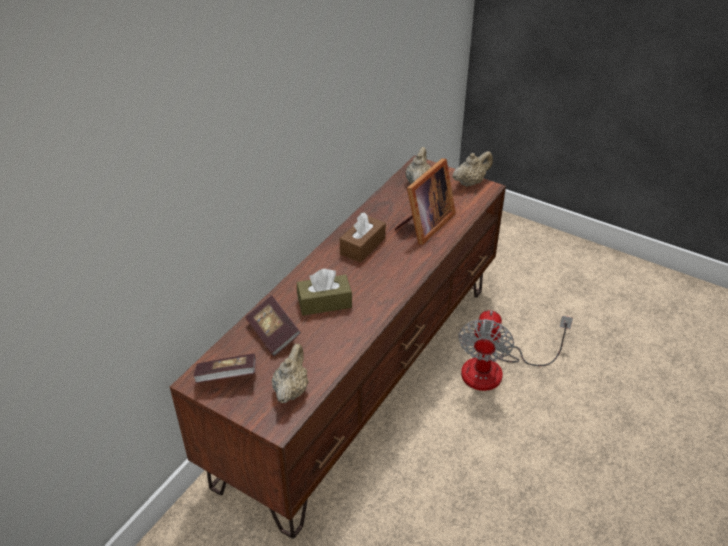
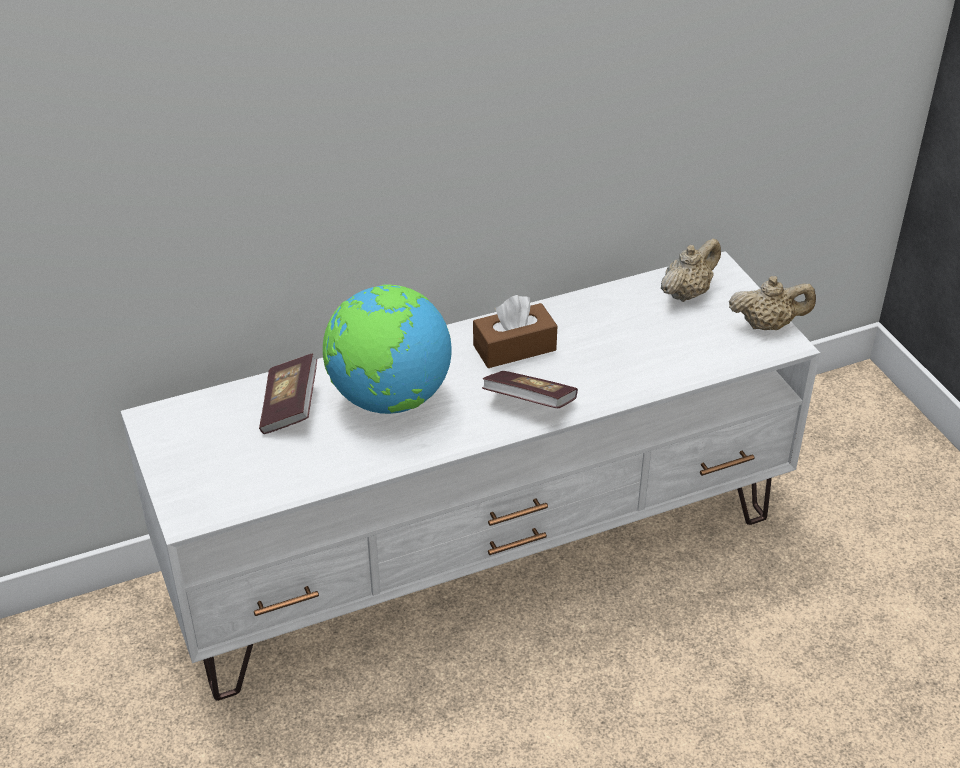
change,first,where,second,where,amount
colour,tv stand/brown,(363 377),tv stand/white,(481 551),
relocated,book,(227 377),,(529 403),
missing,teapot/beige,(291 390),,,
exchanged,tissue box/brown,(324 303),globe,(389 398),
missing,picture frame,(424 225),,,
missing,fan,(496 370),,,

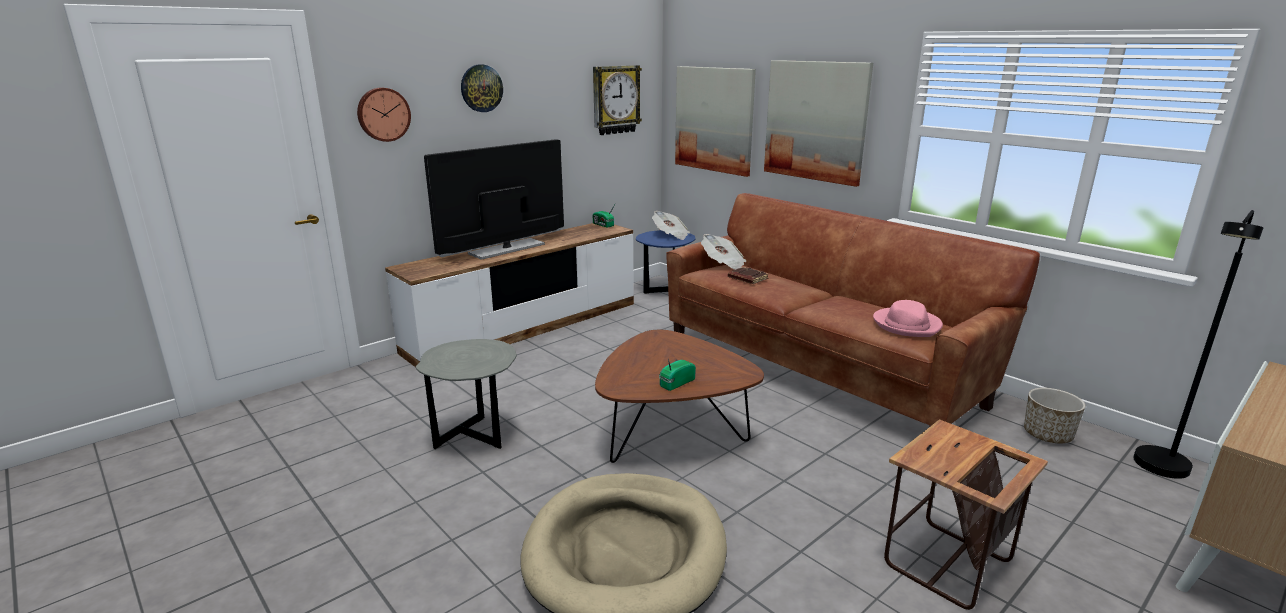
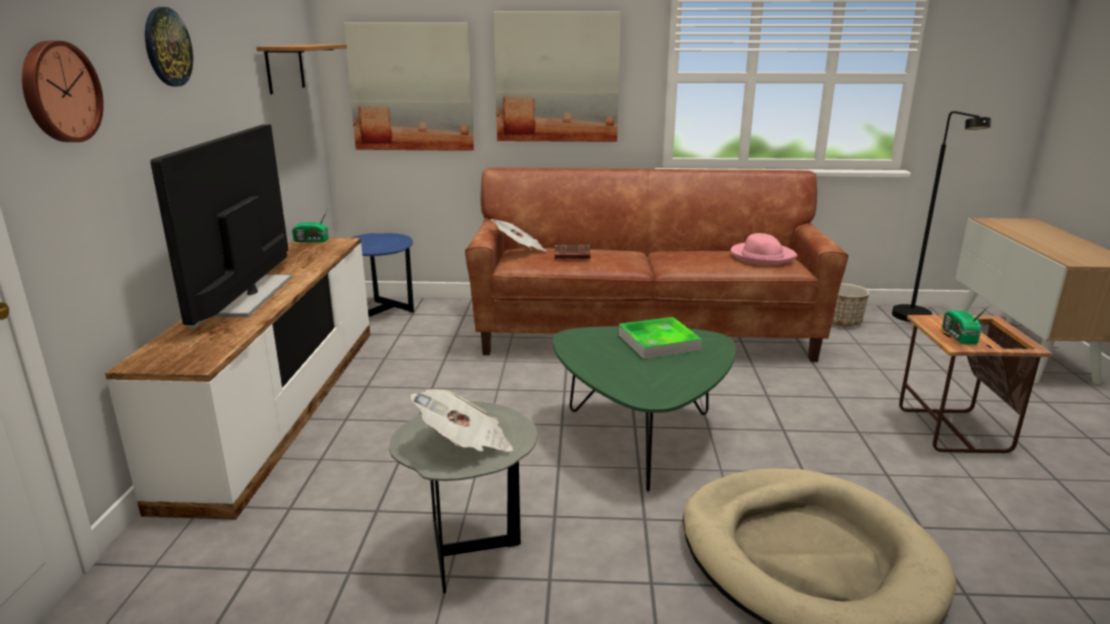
change,first,where,second,where,amount
exchanged,wall clock,(615 100),shelf,(285 68),
colour,coffee table/brown,(671 433),coffee table/green,(641 438),
relocated,newspaper,(671 235),,(465 444),
relocated,radio,(675 383),,(958 337),
appeared,,,tray,(658 342),

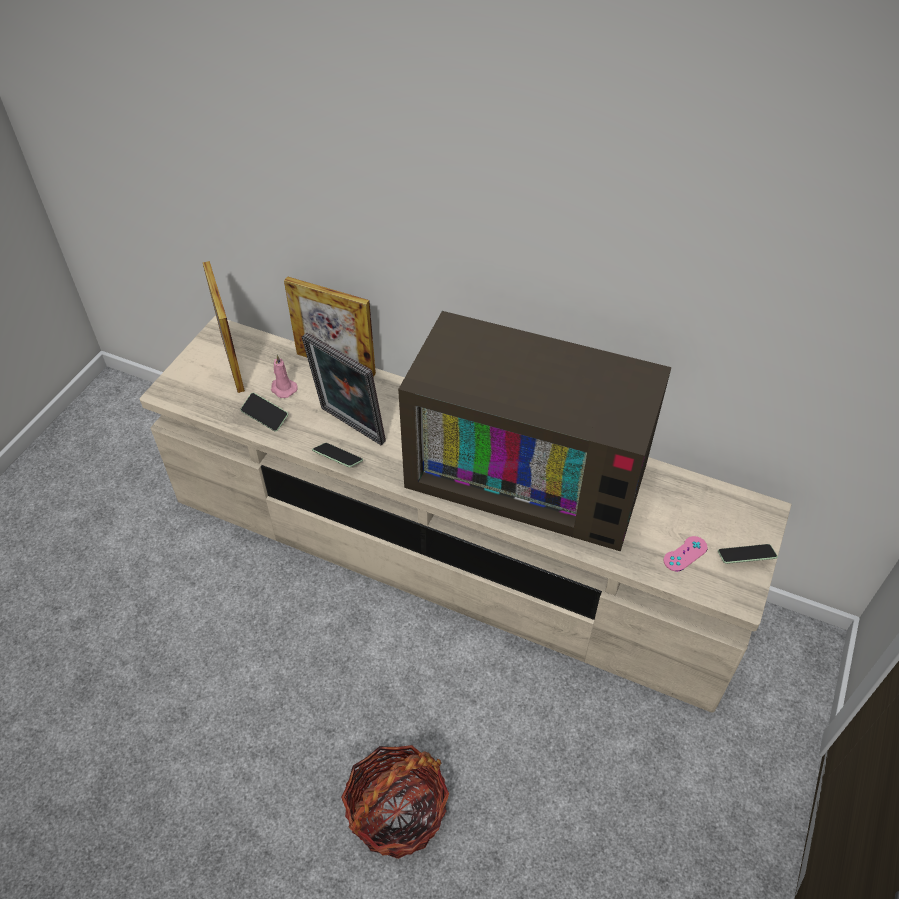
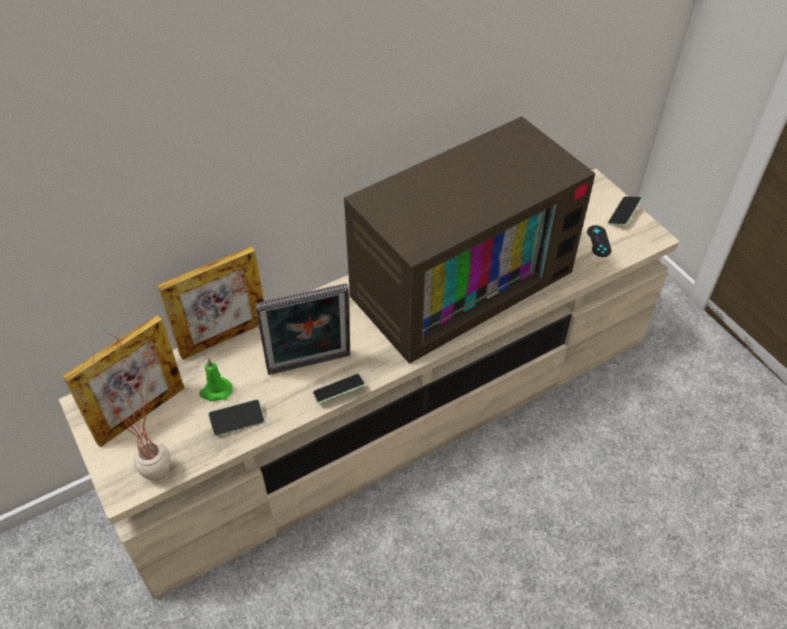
change,first,where,second,where,amount
spun,picture frame,(232 363),,(141 414),60 degrees counterclockwise
colour,candle/pink,(283 388),candle/green,(215 391),
missing,basket,(397 812),,,
colour,game controller/pink,(685 554),game controller/black,(598 241),
appeared,,,potted plant,(164 464),

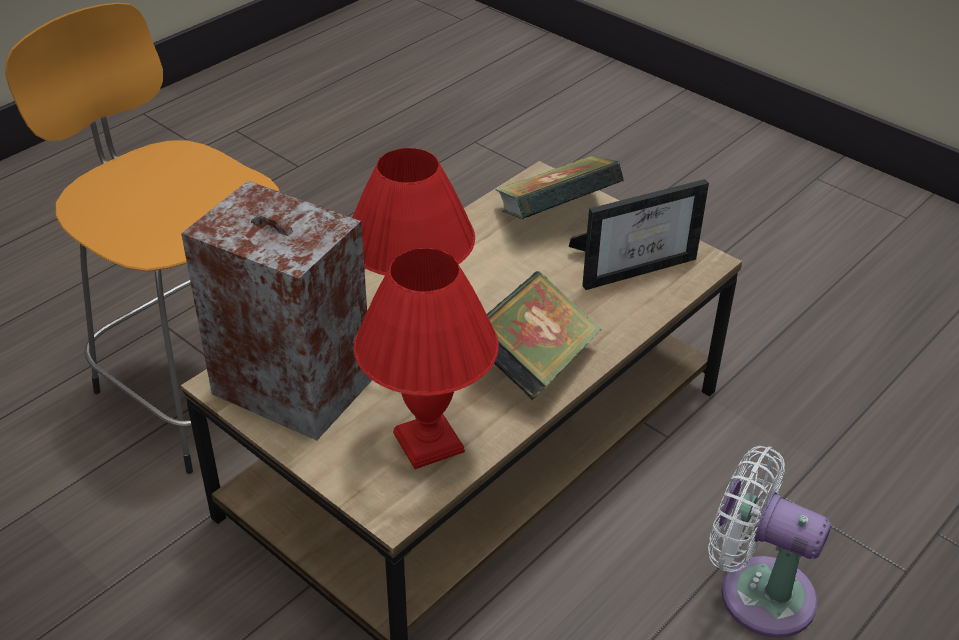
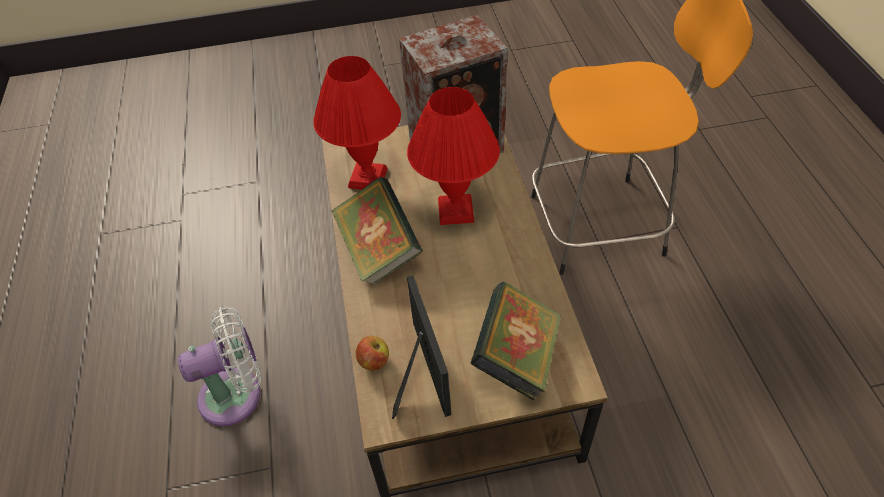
change,first,where,second,where,amount
spun,picture frame,(635 264),,(419 368),150 degrees clockwise
appeared,,,apple,(374 361),

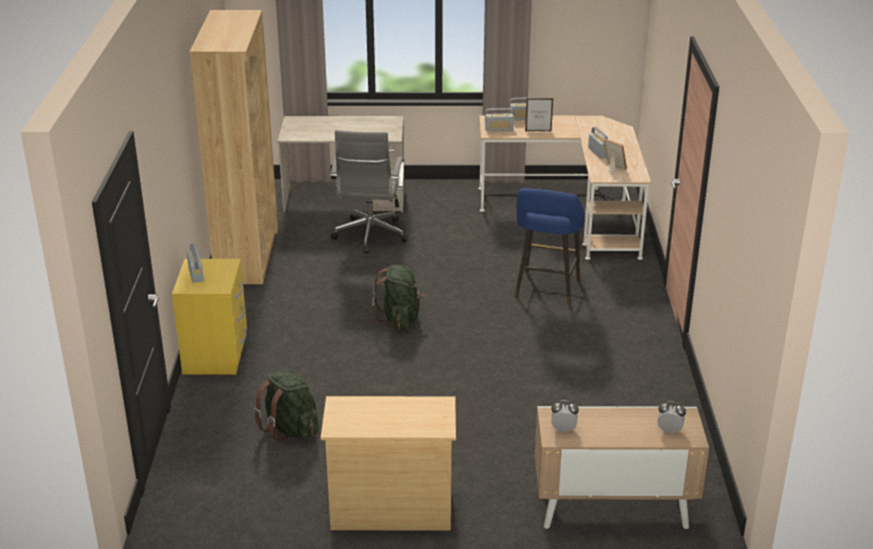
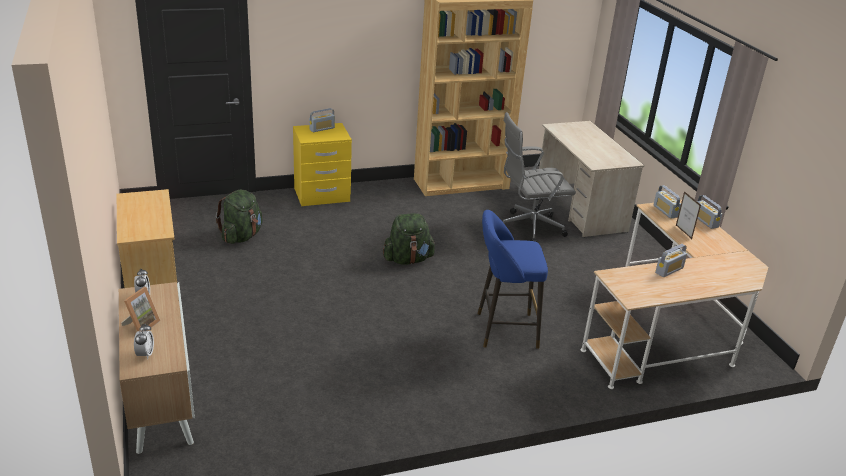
change,first,where,second,where,amount
relocated,picture frame,(612 168),,(141 325),

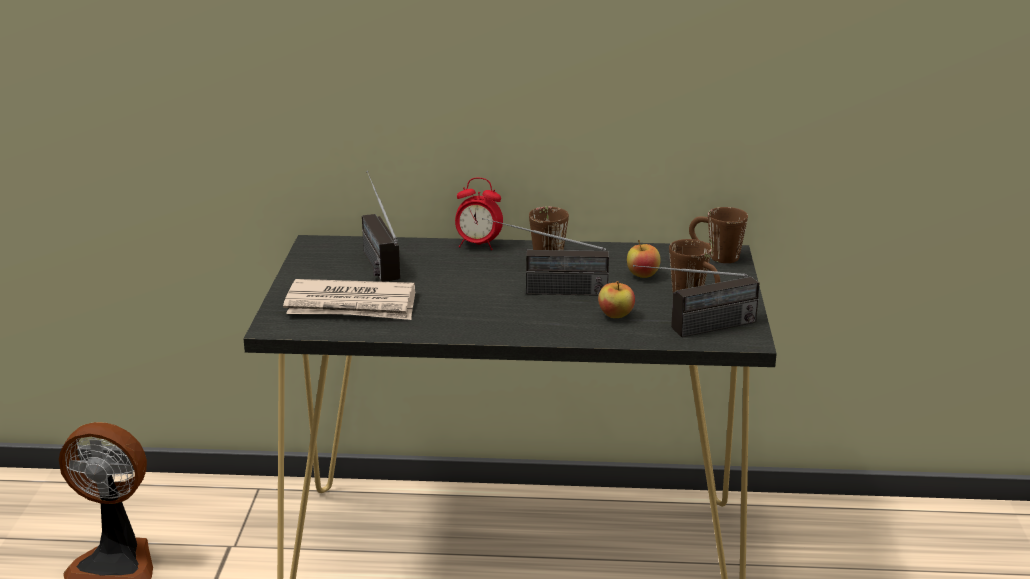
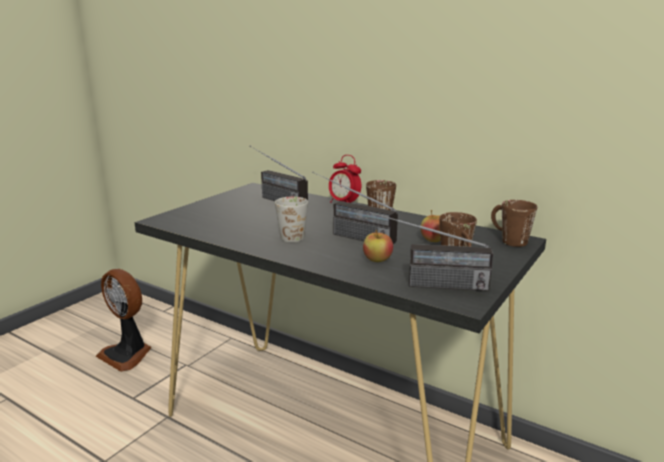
change,first,where,second,where,amount
missing,newspaper,(352 306),,,
spun,radio,(374 257),,(273 198),60 degrees counterclockwise
appeared,,,mug/white,(294 235),

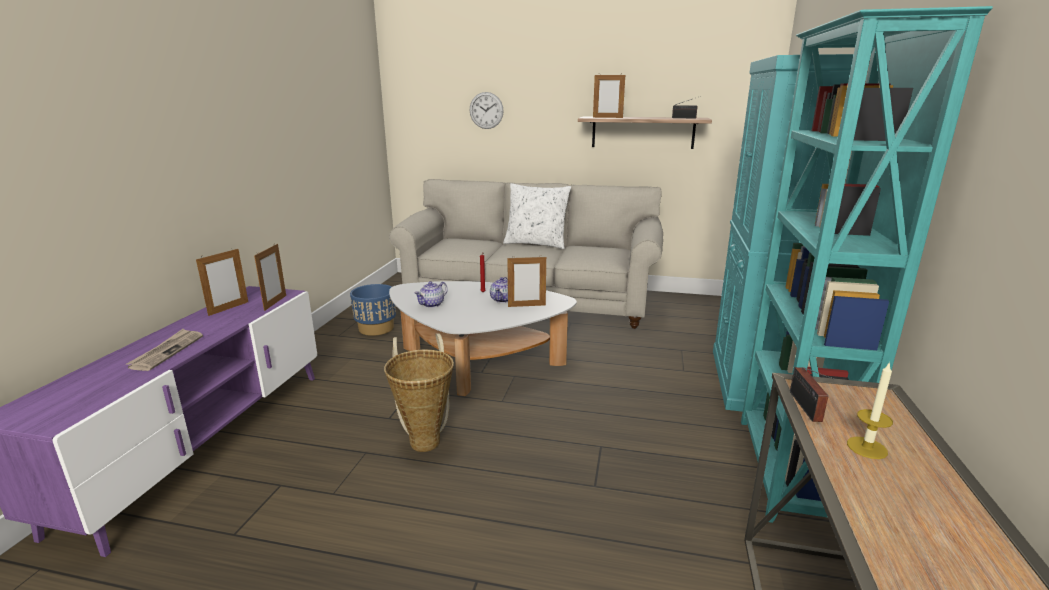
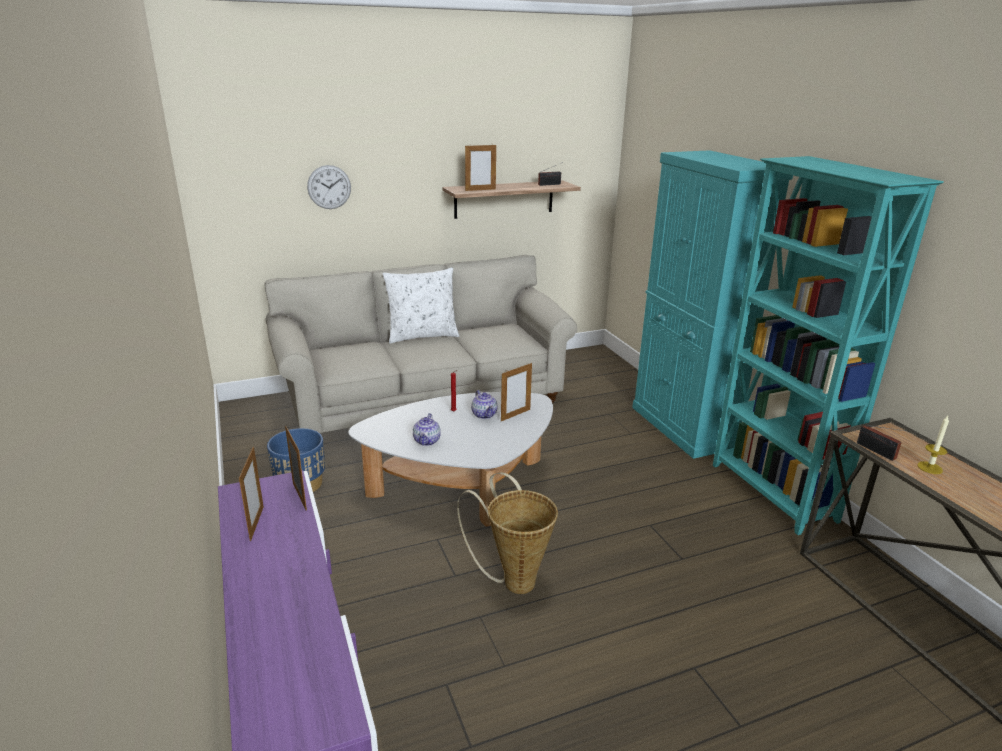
change,first,where,second,where,amount
missing,newspaper,(167 351),,,

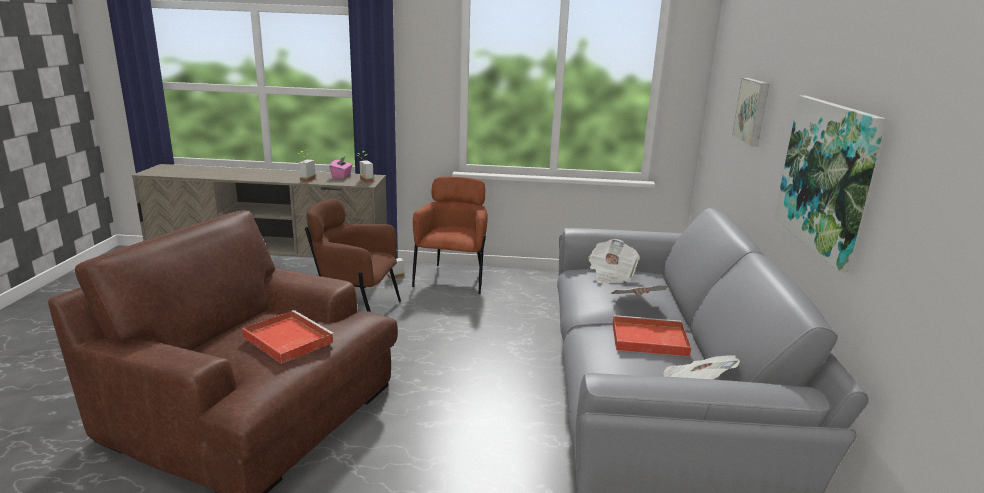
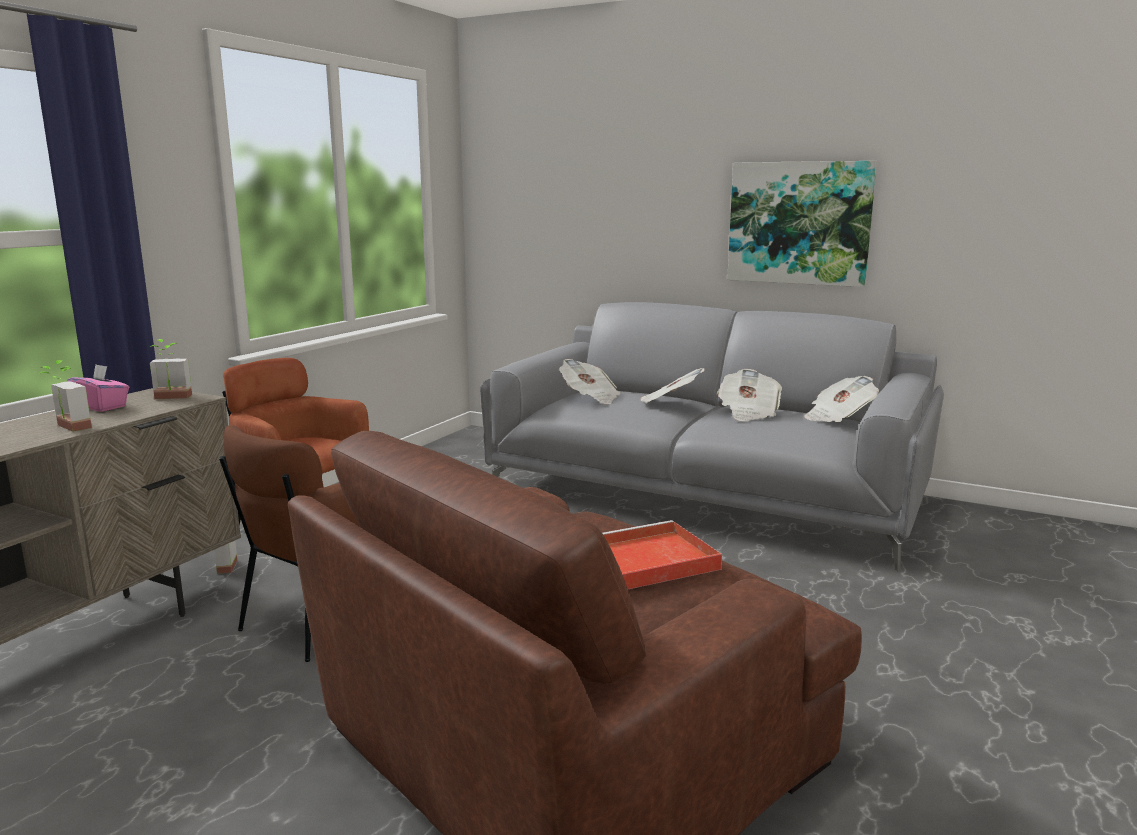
change,first,where,second,where,amount
exchanged,tray/red,(647 339),newspaper,(748 413),
missing,picture,(753 111),,,

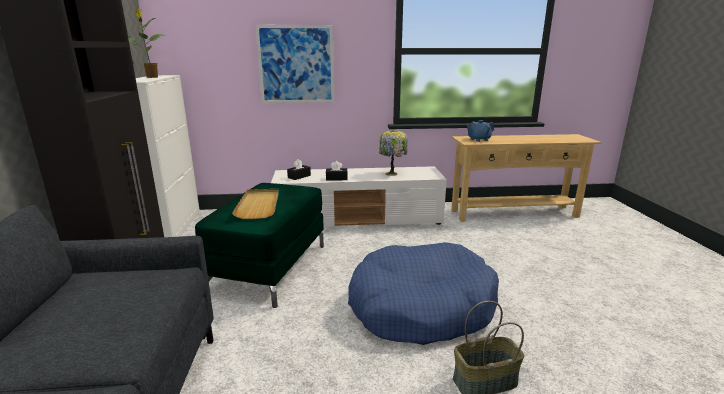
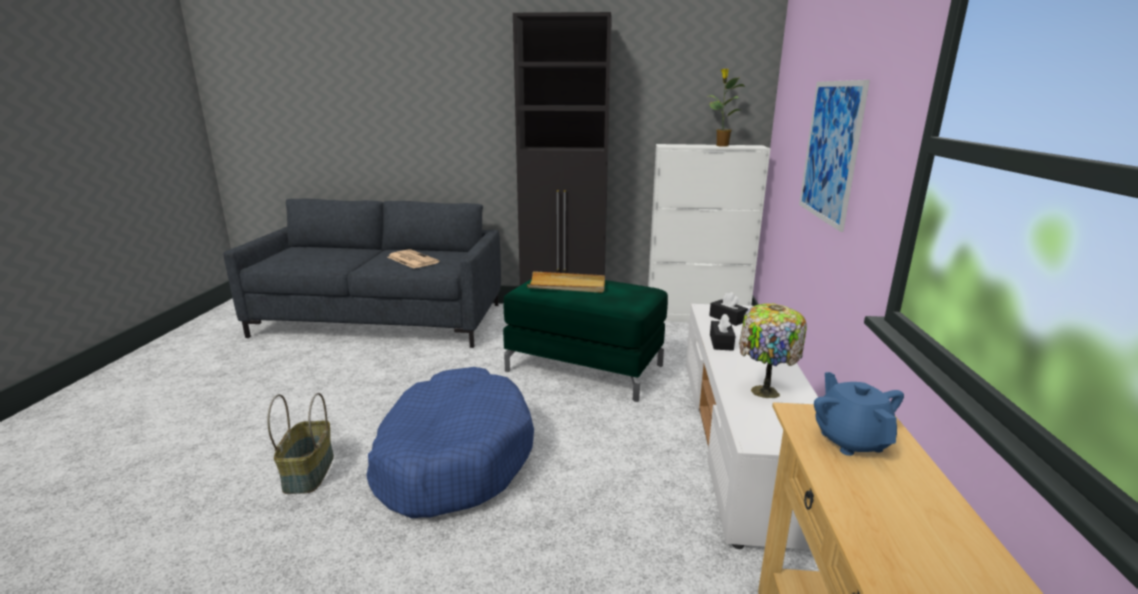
change,first,where,second,where,amount
appeared,,,newspaper,(412 260),

